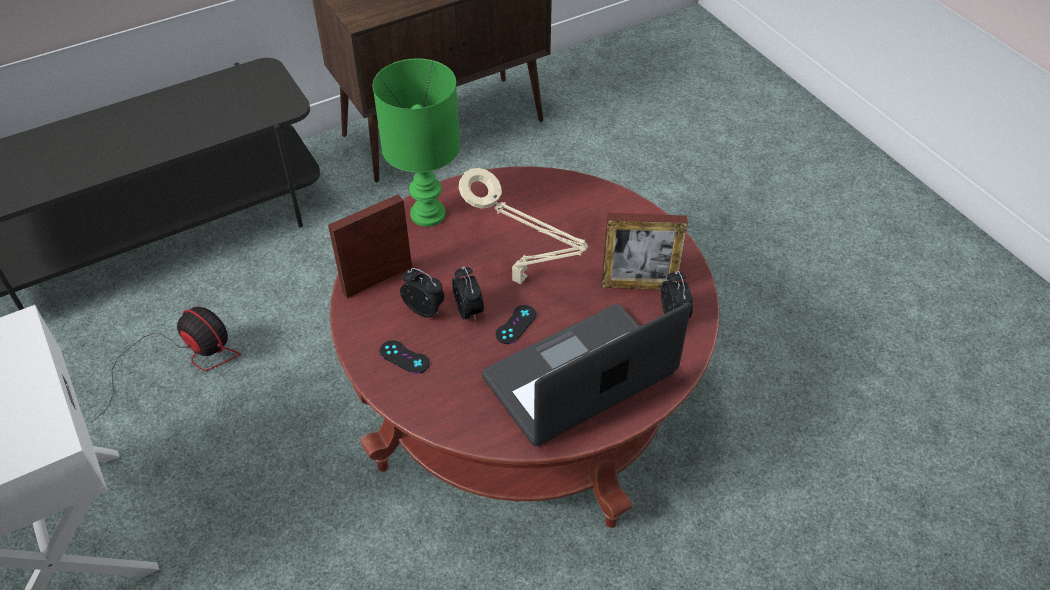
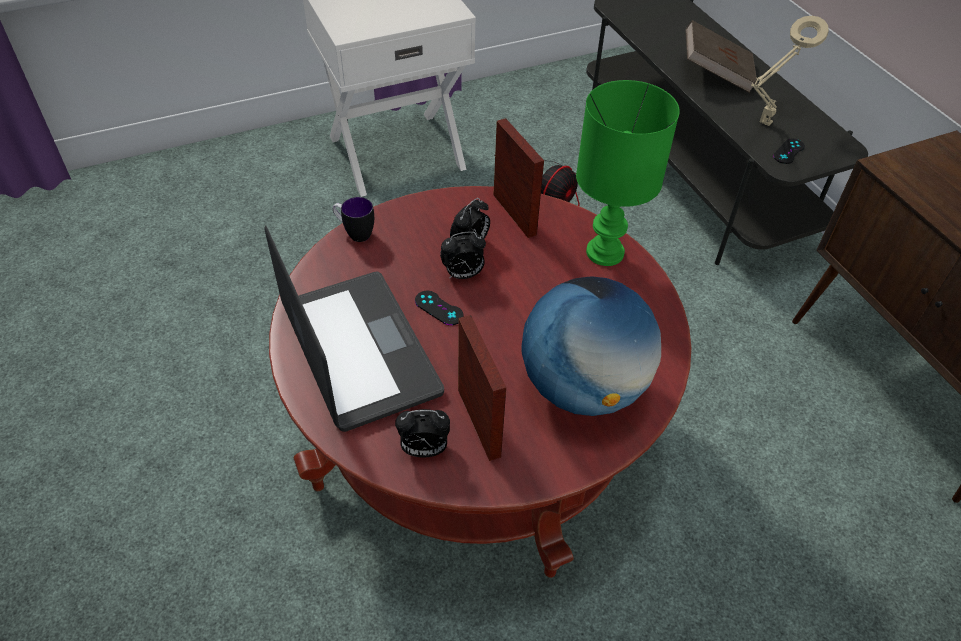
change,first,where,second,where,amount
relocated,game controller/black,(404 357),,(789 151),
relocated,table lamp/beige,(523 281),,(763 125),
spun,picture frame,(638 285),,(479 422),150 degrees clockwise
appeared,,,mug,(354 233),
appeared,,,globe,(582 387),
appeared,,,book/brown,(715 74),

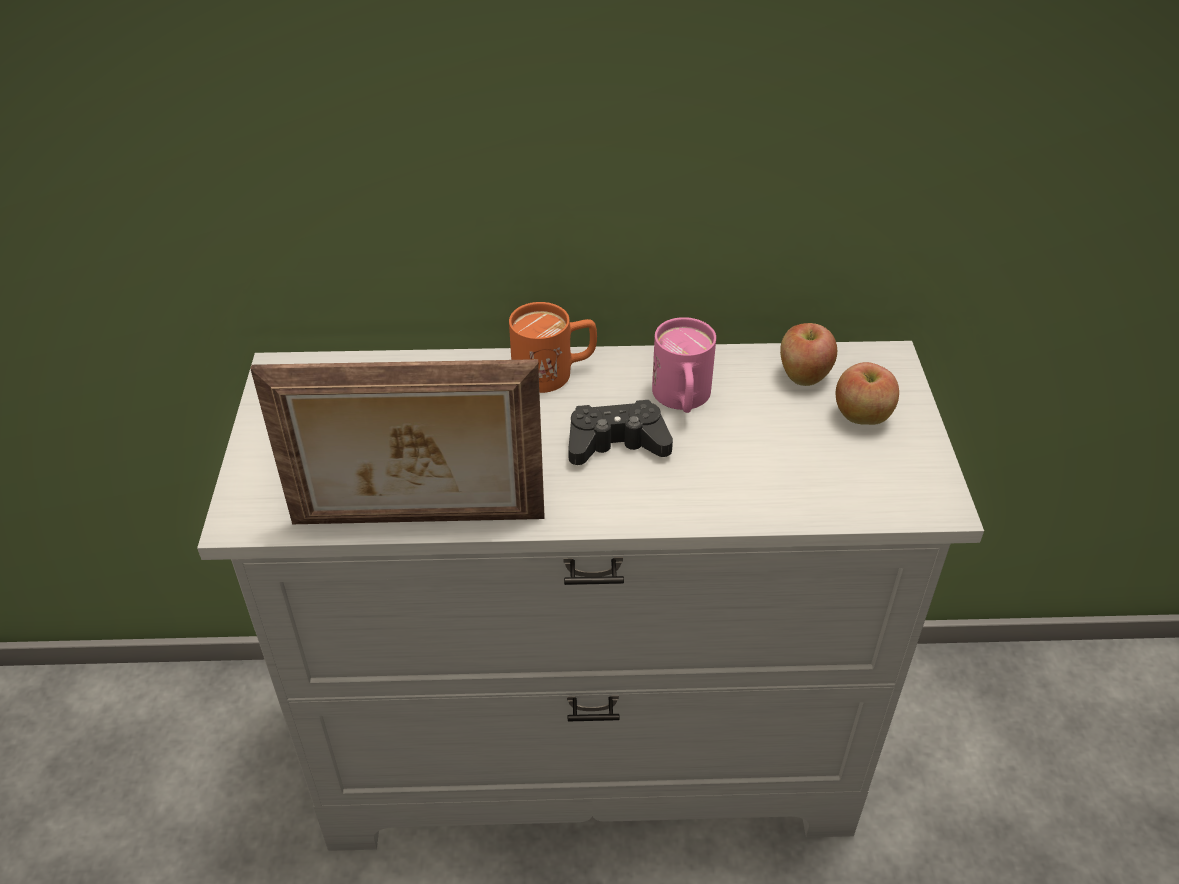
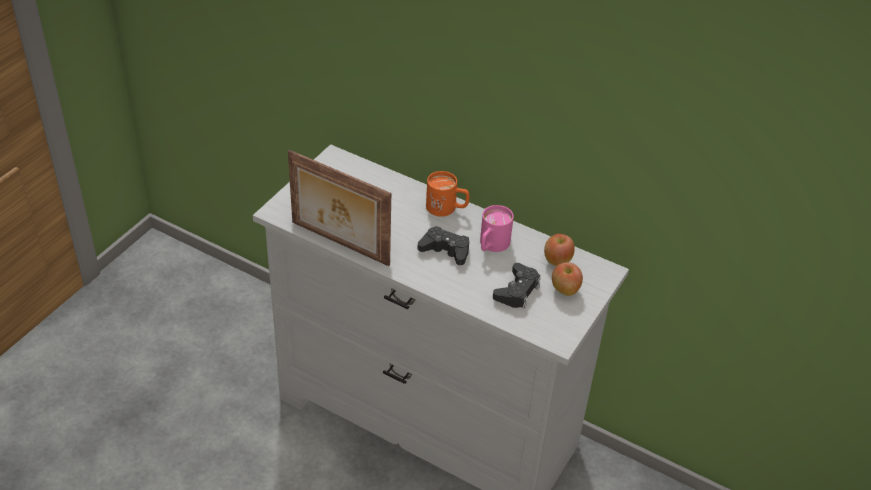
change,first,where,second,where,amount
appeared,,,game controller/black,(517 291),

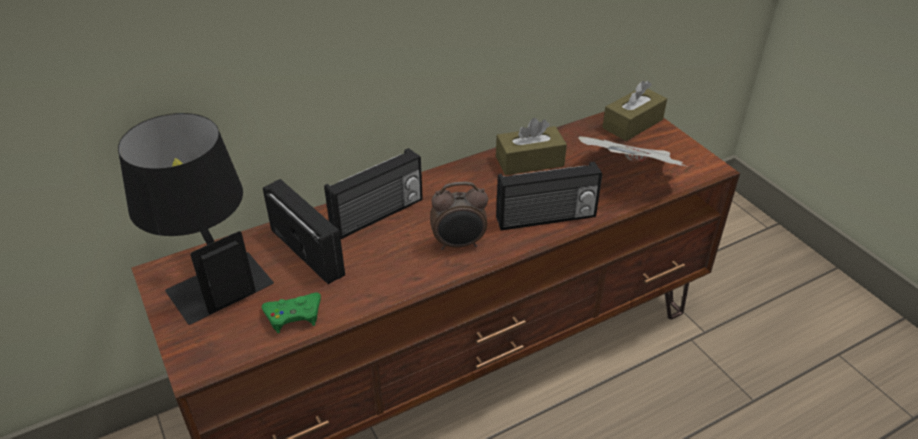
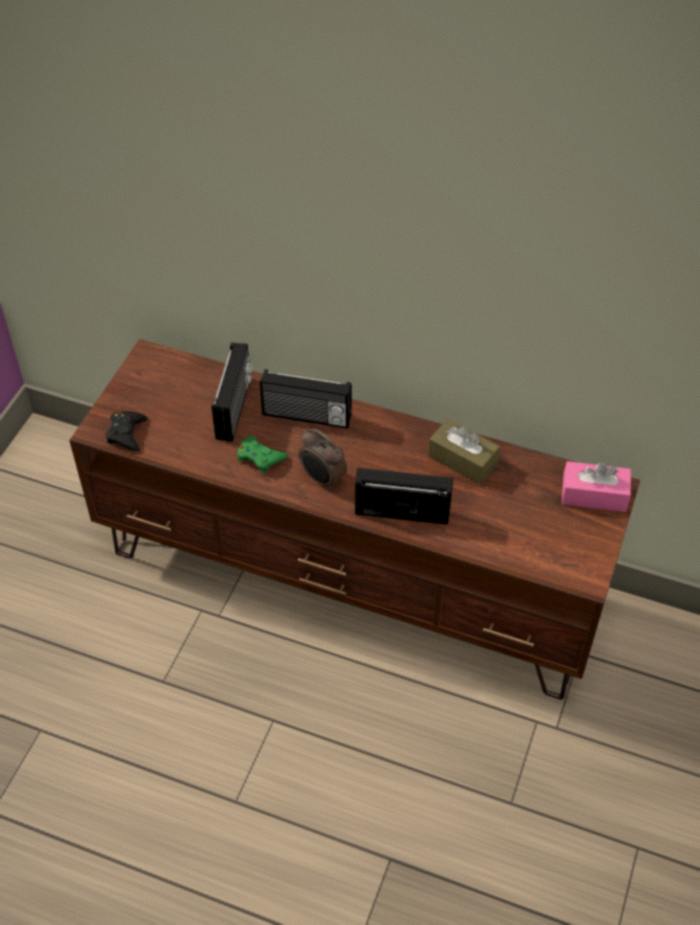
change,first,where,second,where,amount
missing,table lamp/black,(210 275),,,
relocated,game controller/green,(293 315),,(260 457),
spun,radio,(546 219),,(402 511),150 degrees clockwise
missing,newspaper,(631 174),,,
colour,tissue box/brown,(632 124),tissue box/pink,(594 495),
appeared,,,game controller/black,(126 433),

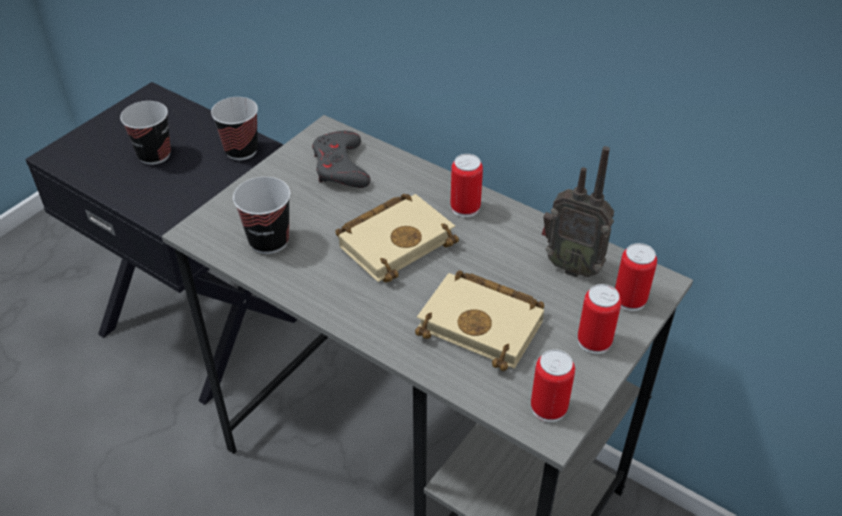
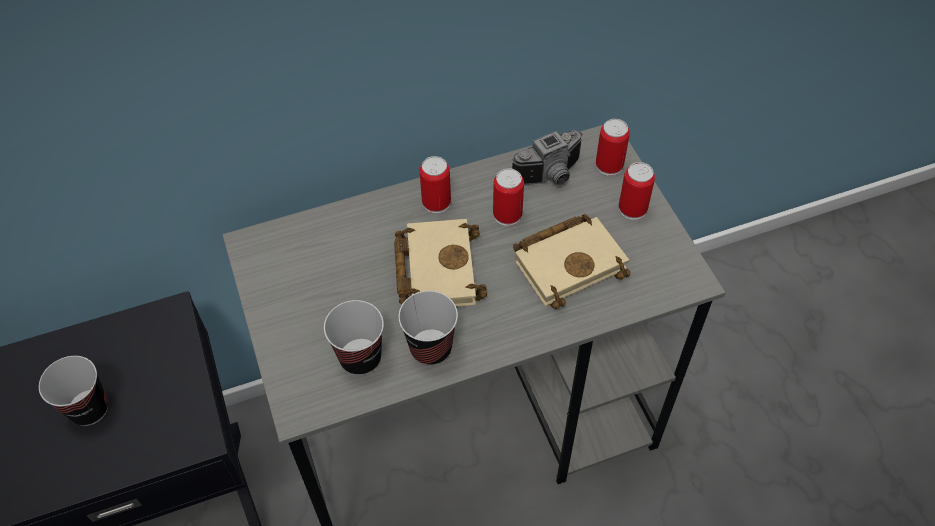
change,first,where,second,where,amount
relocated,cup,(241 151),,(430 348),
missing,game controller/grey,(341 166),,,
relocated,can,(548 408),,(507 215),
exchanged,radio,(572 265),photo camera,(551 176),

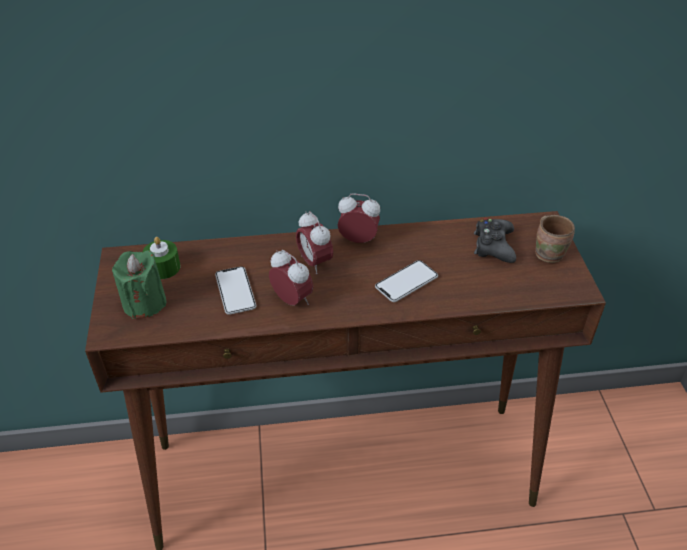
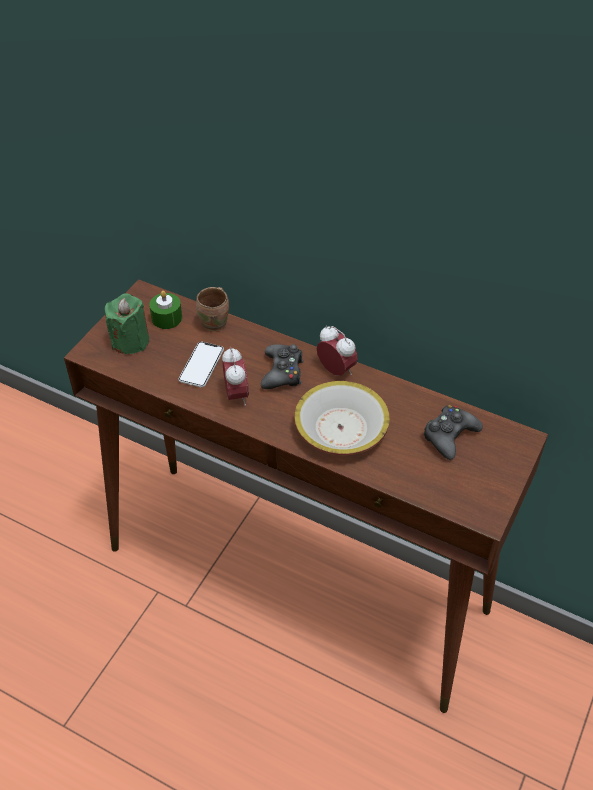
change,first,where,second,where,amount
exchanged,alarm clock,(314 262),game controller/black,(282 372),
exchanged,phone,(406 282),bowl,(340 428),
relocated,mug/brown,(549 253),,(216 322),

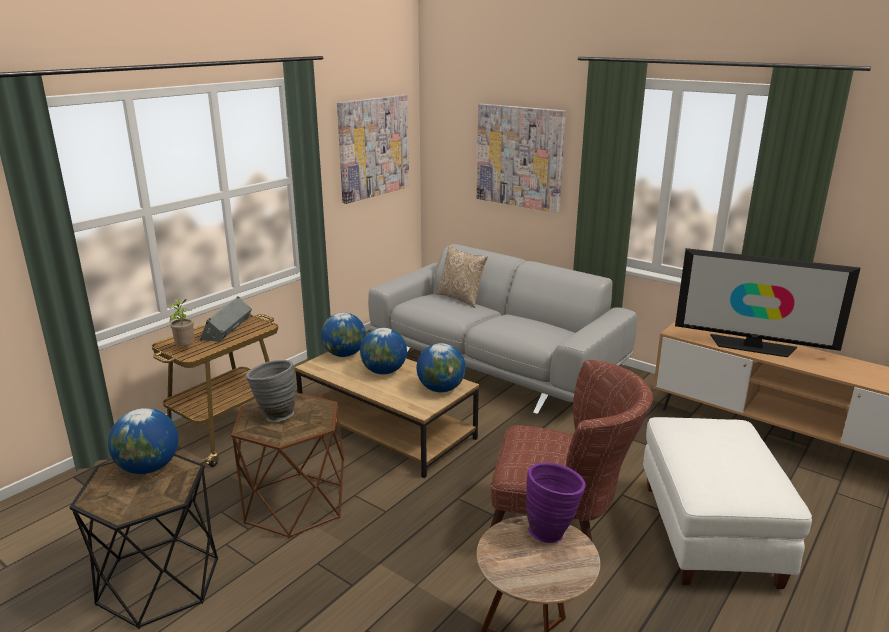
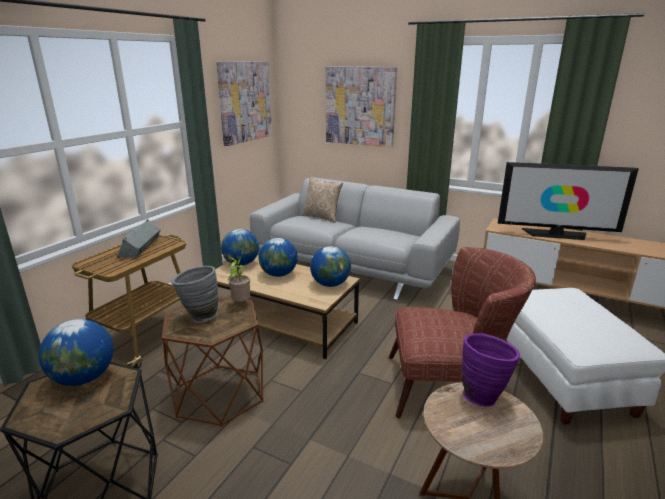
change,first,where,second,where,amount
relocated,potted plant,(185 348),,(240 303),

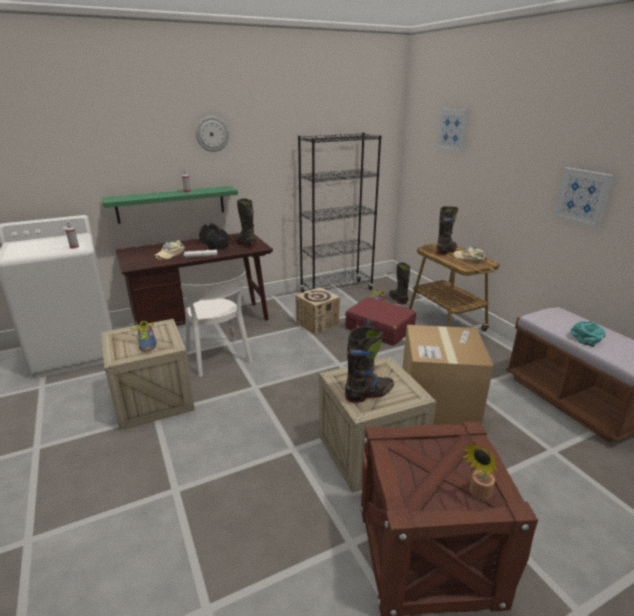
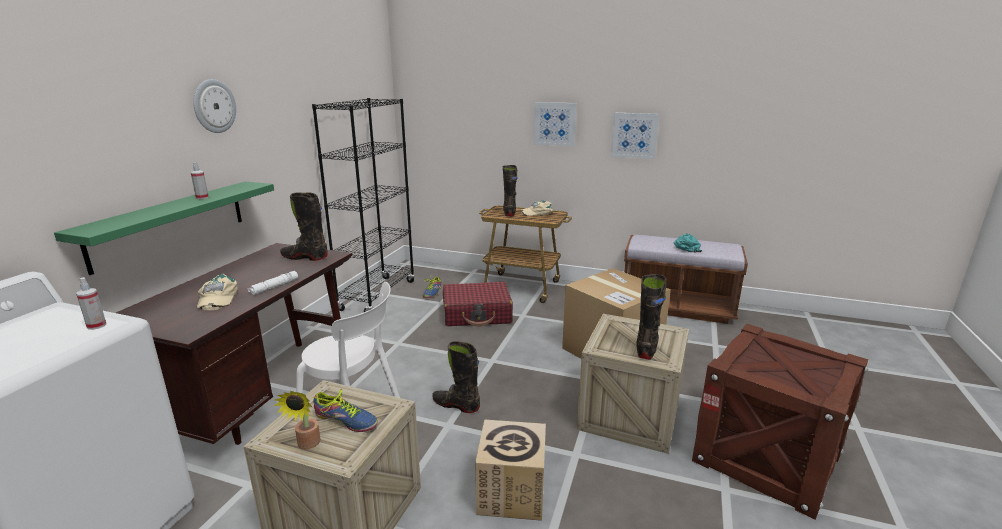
change,first,where,second,where,amount
missing,dumbbell/black,(214 245),,,
relocated,cardboard box,(317 324),,(511 492),
relocated,boot/black,(398 299),,(456 405),
relocated,picture,(453 129),,(555 124),
relocated,potted plant,(478 494),,(307 445),

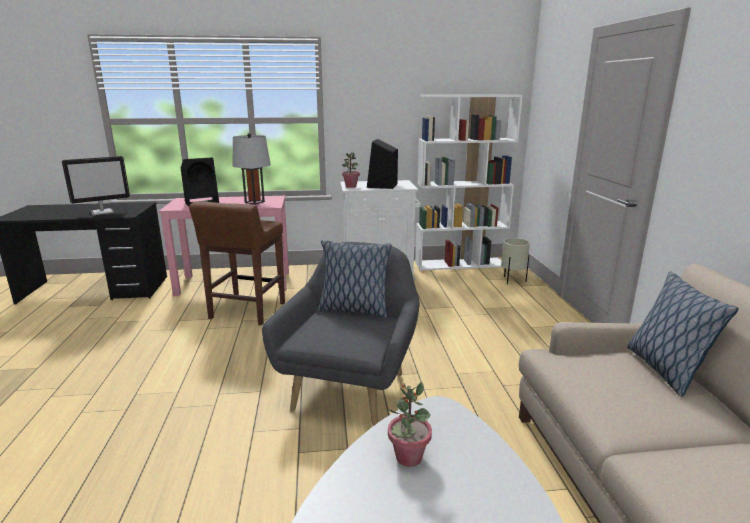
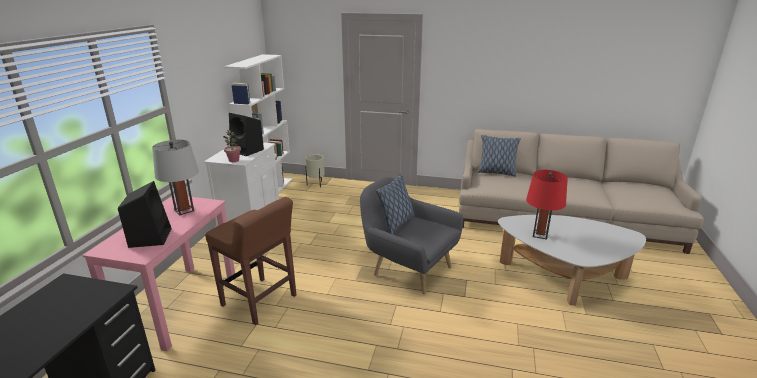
change,first,where,second,where,amount
missing,monitor,(103 212),,,
exchanged,potted plant,(408 457),table lamp/red,(540 234),

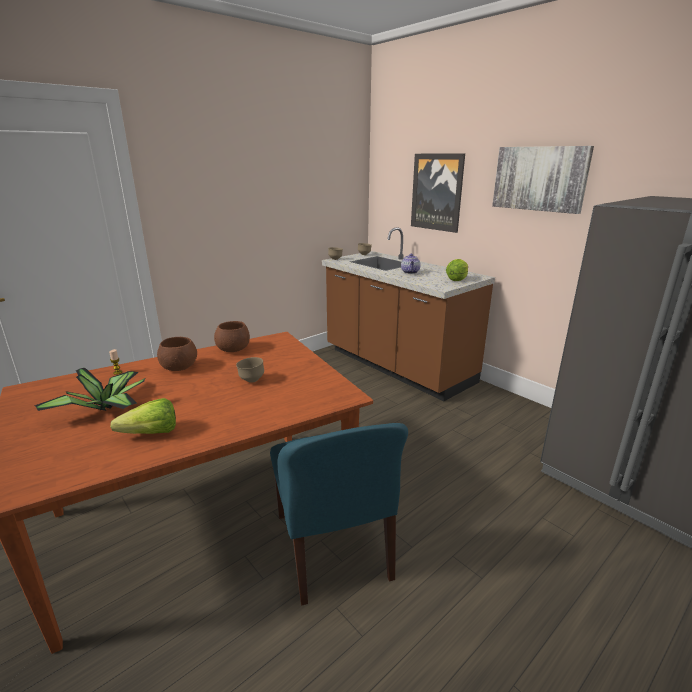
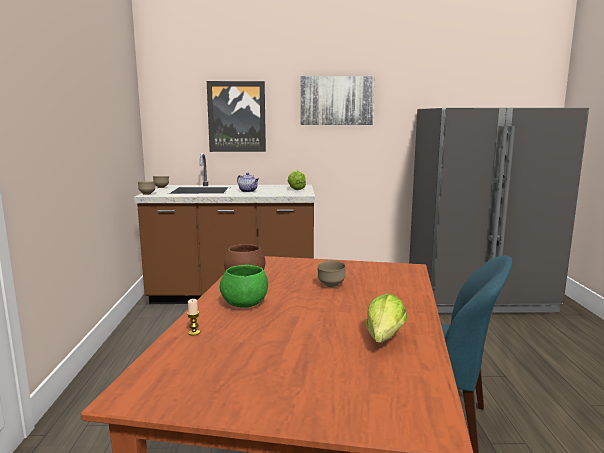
change,first,where,second,where,amount
missing,potted plant,(106 409),,,
colour,bowl/brown,(179 368),bowl/green,(244 304),

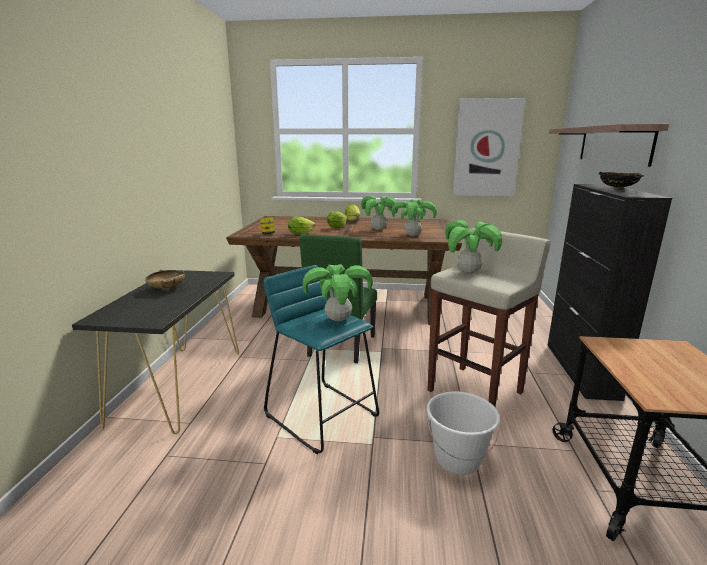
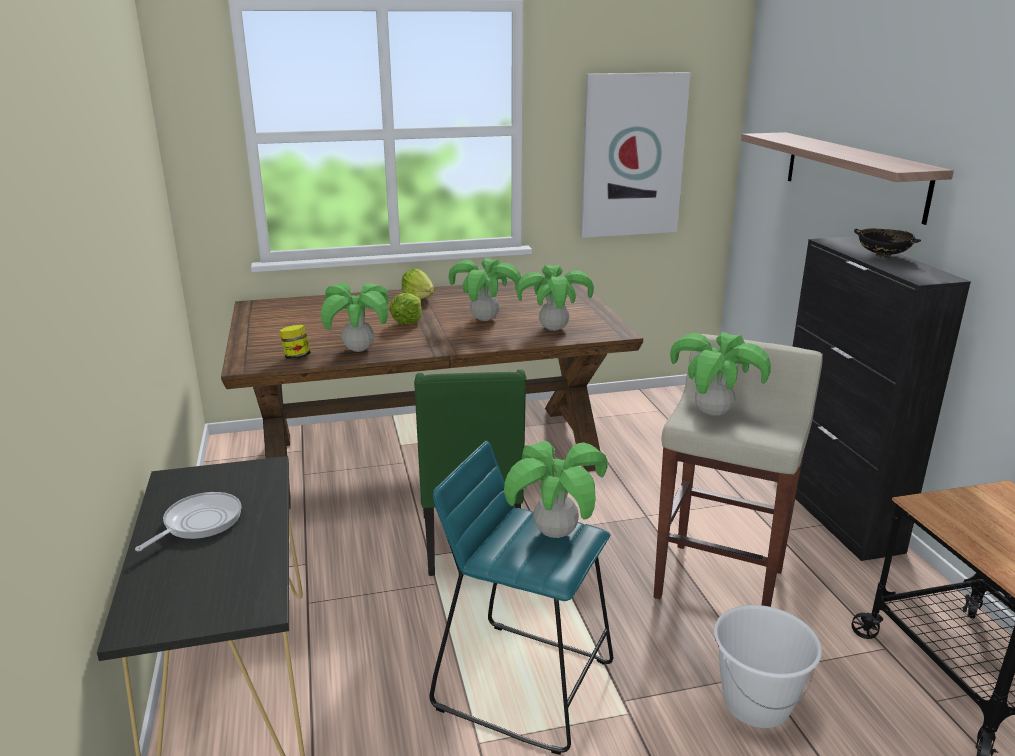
change,first,where,second,where,amount
exchanged,bowl/beige,(167 288),frying pan,(199 523),
exchanged,lettuce,(300 234),potted plant,(358 349),

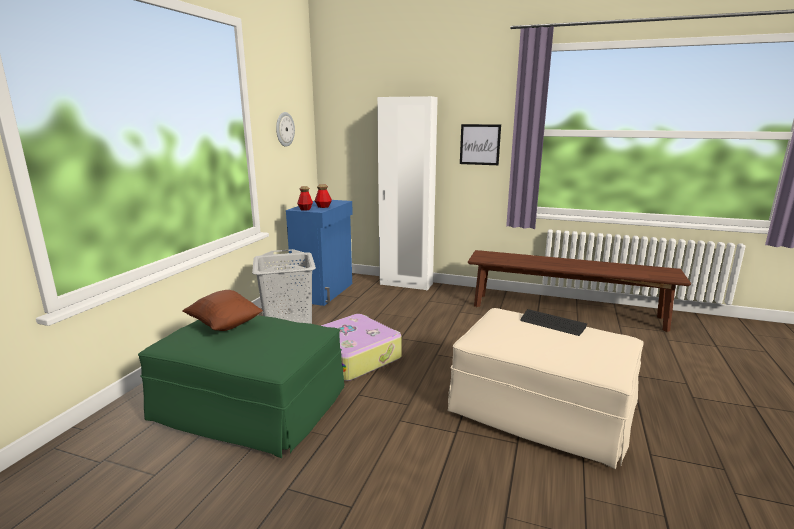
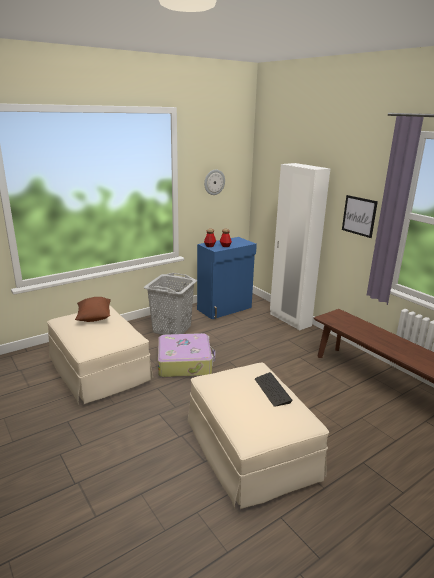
change,first,where,second,where,amount
colour,ottoman/green,(251 407),ottoman/beige,(99 371),

